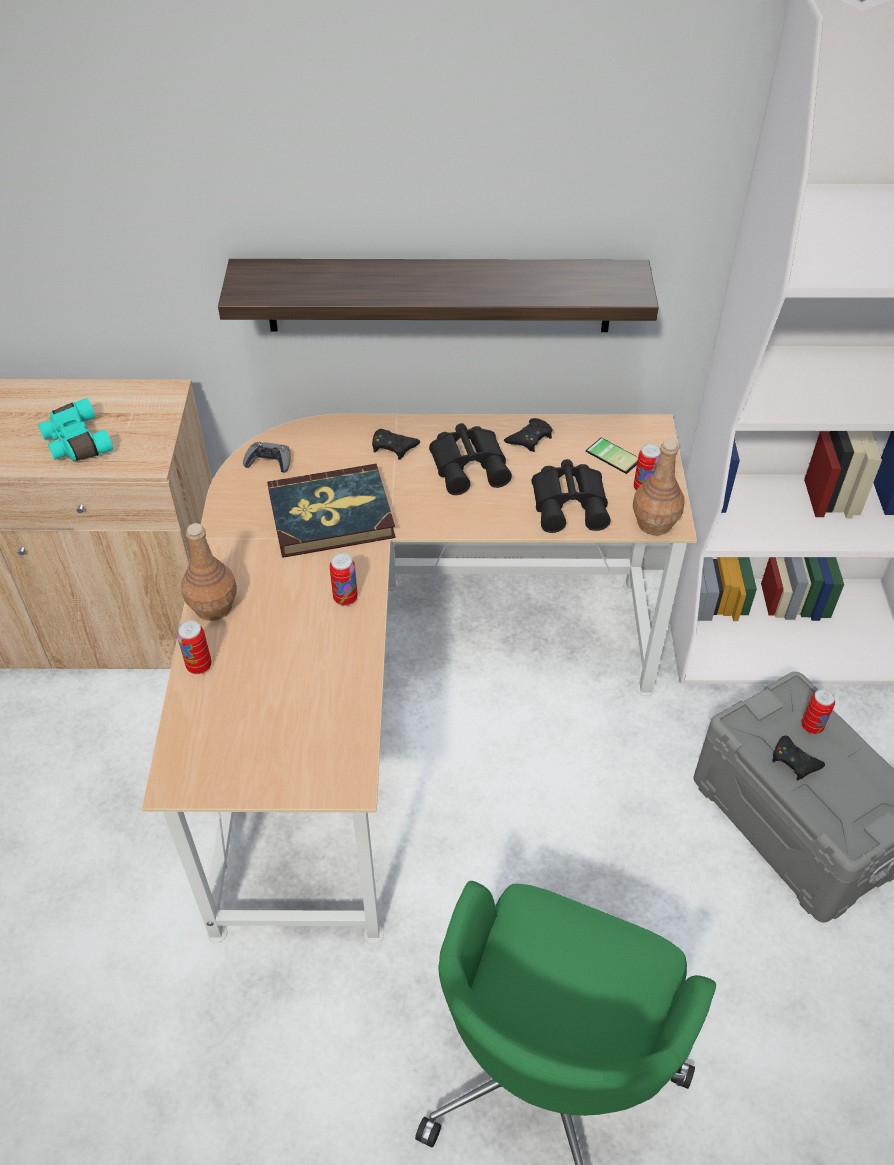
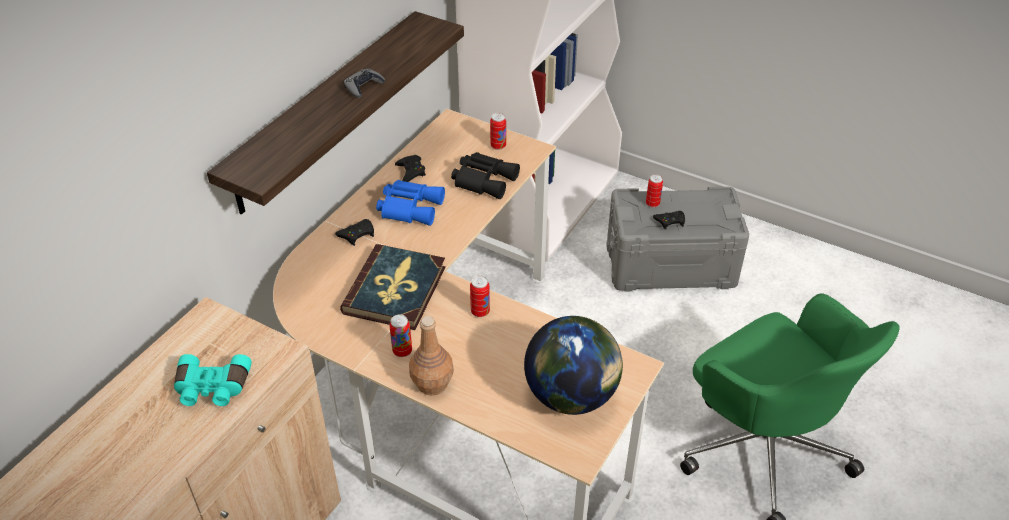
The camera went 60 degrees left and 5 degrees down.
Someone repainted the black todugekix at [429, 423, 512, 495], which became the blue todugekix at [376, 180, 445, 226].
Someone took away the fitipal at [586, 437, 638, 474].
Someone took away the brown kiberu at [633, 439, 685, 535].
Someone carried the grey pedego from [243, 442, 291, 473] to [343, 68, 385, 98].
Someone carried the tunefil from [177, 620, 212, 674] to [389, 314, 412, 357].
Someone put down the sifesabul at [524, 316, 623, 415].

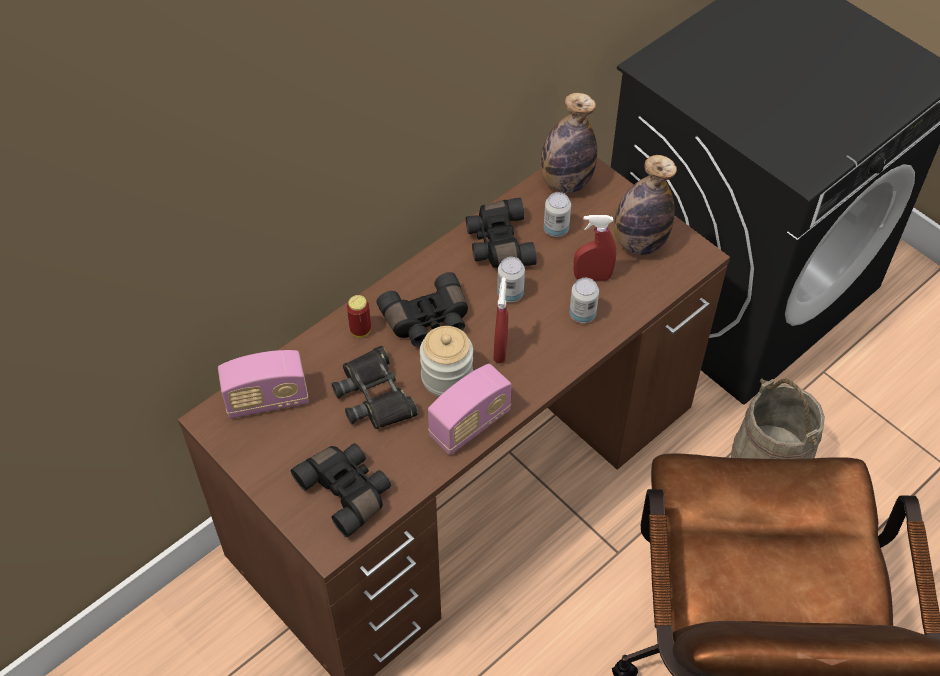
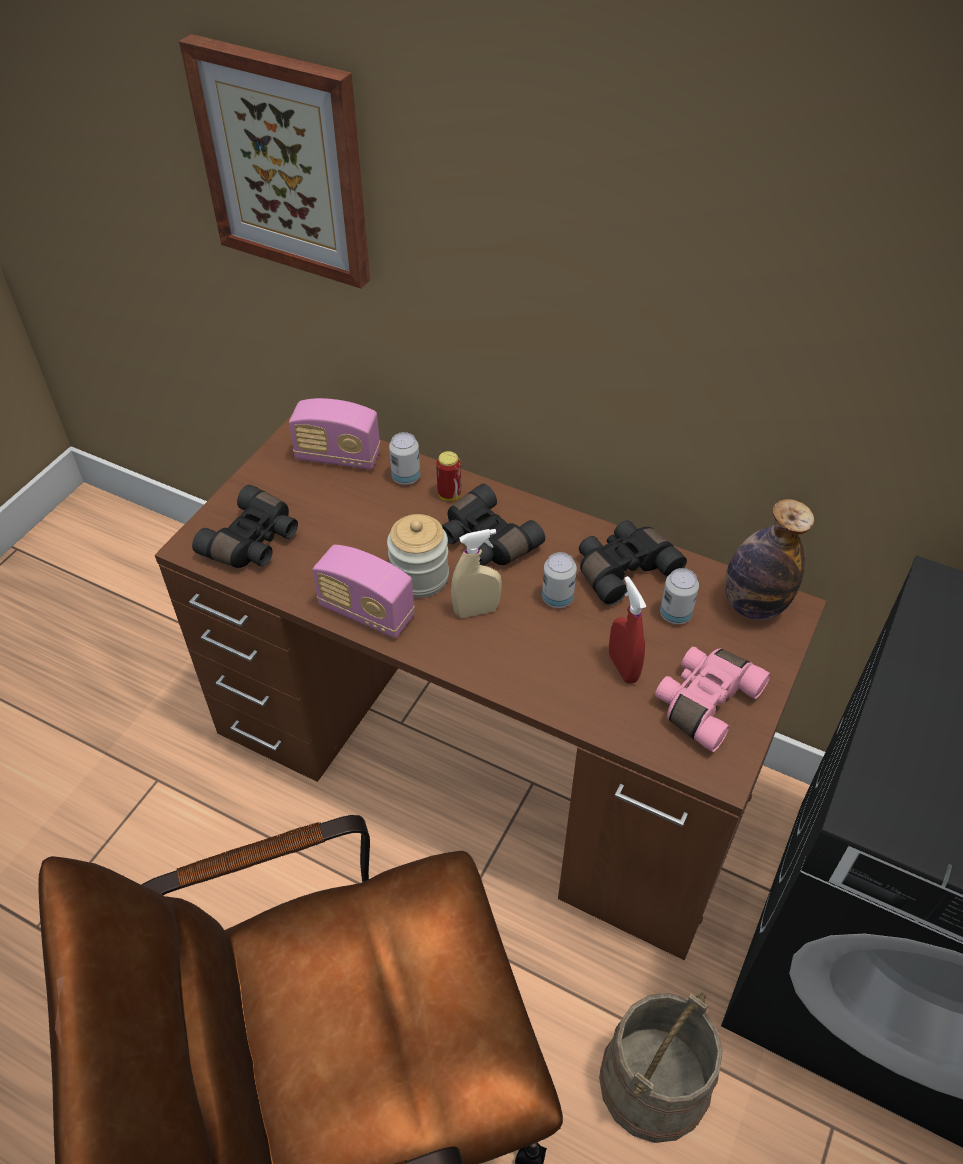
The camera went 70 degrees right and 5 degrees down.
Someone swapped the kiberu at [614, 155, 677, 255] for the pink todugekix at [655, 647, 771, 752].
Someone repainted the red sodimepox at [494, 277, 508, 363], which became the beige sodimepox at [451, 529, 502, 618].
Someone carried the tunefil from [569, 278, 599, 323] to [389, 432, 420, 485].
Someone took away the black todugekix at [332, 346, 418, 429].
Someone rotated the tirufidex at [218, 350, 308, 419] by 45 degrees counterclockwise.
Someone put up the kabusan at [179, 34, 370, 289].

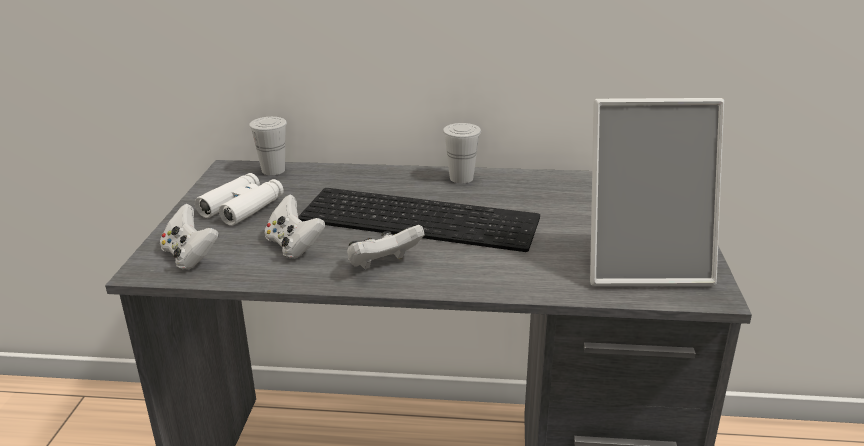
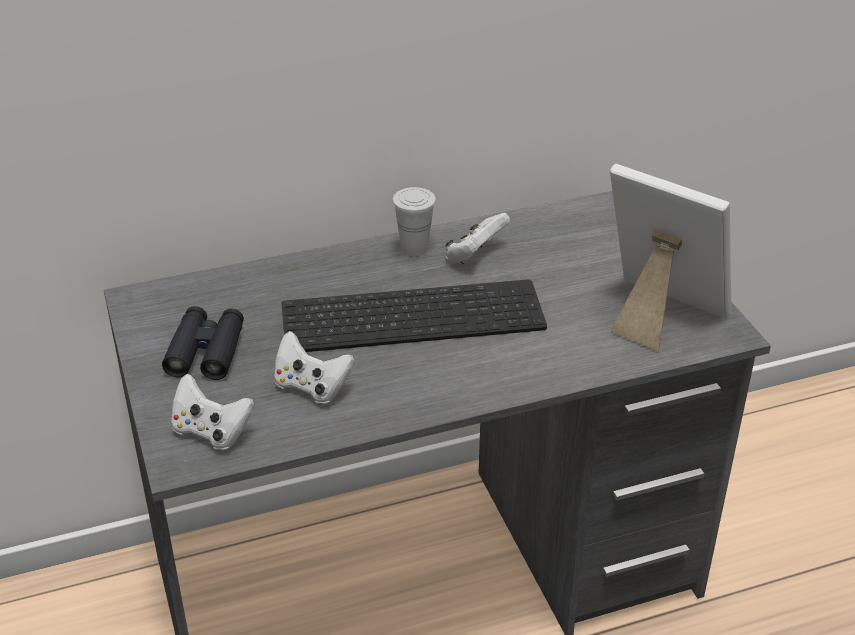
The camera went 25 degrees left and 10 degrees up.
Someone rotated the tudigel at [590, 98, 724, 286] by 120 degrees counterclockwise.
Someone took away the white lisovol at [249, 117, 287, 175].
Someone repainted the white todugekix at [195, 173, 284, 226], which became the black todugekix at [162, 306, 244, 380].
Someone carried the white pedego from [347, 225, 425, 269] to [445, 213, 510, 264].

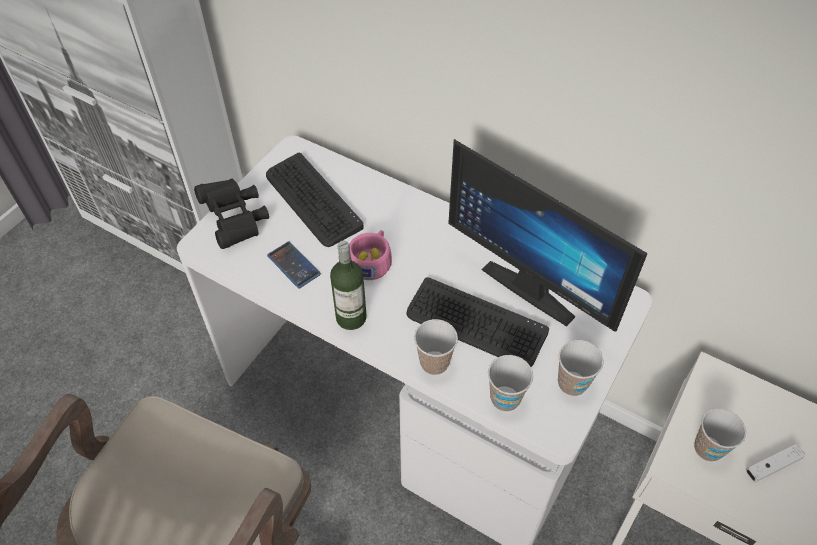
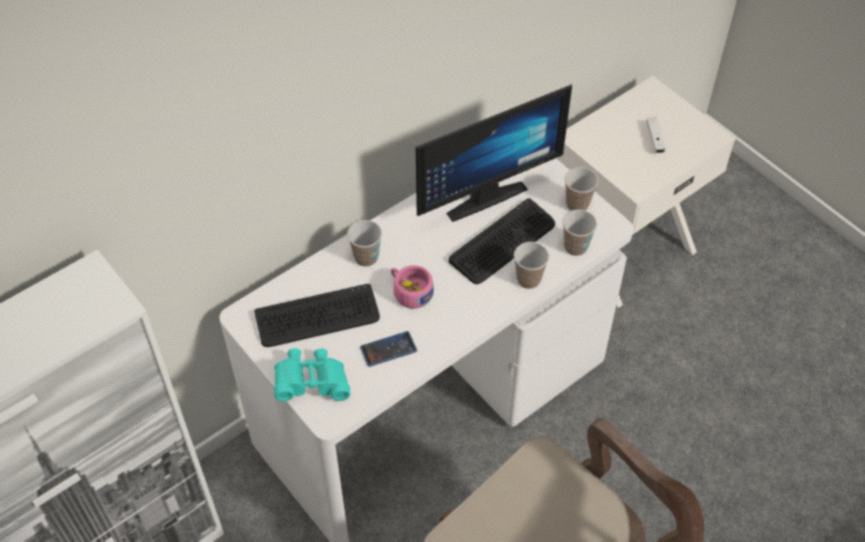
The camera went 70 degrees left and 0 degrees up.
Someone repainted the black todugekix at [194, 179, 269, 249], which became the turquoise todugekix at [274, 348, 350, 402].
Someone took away the kiberu at [330, 241, 367, 330].
Someone carried the lisovol from [694, 408, 746, 462] to [347, 220, 382, 267].

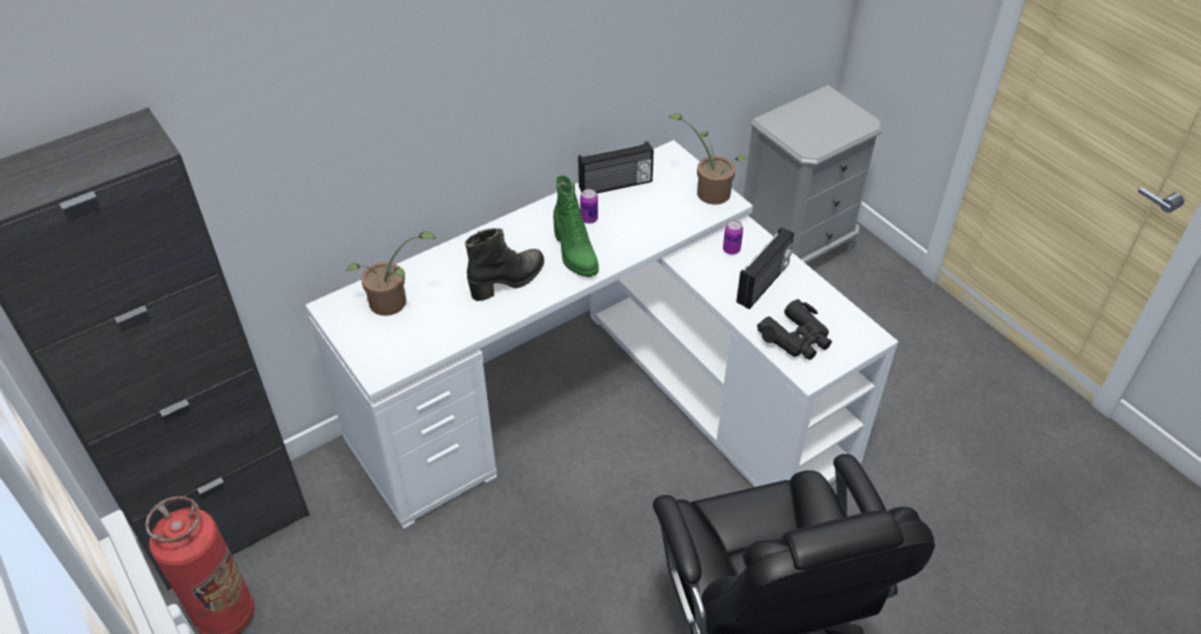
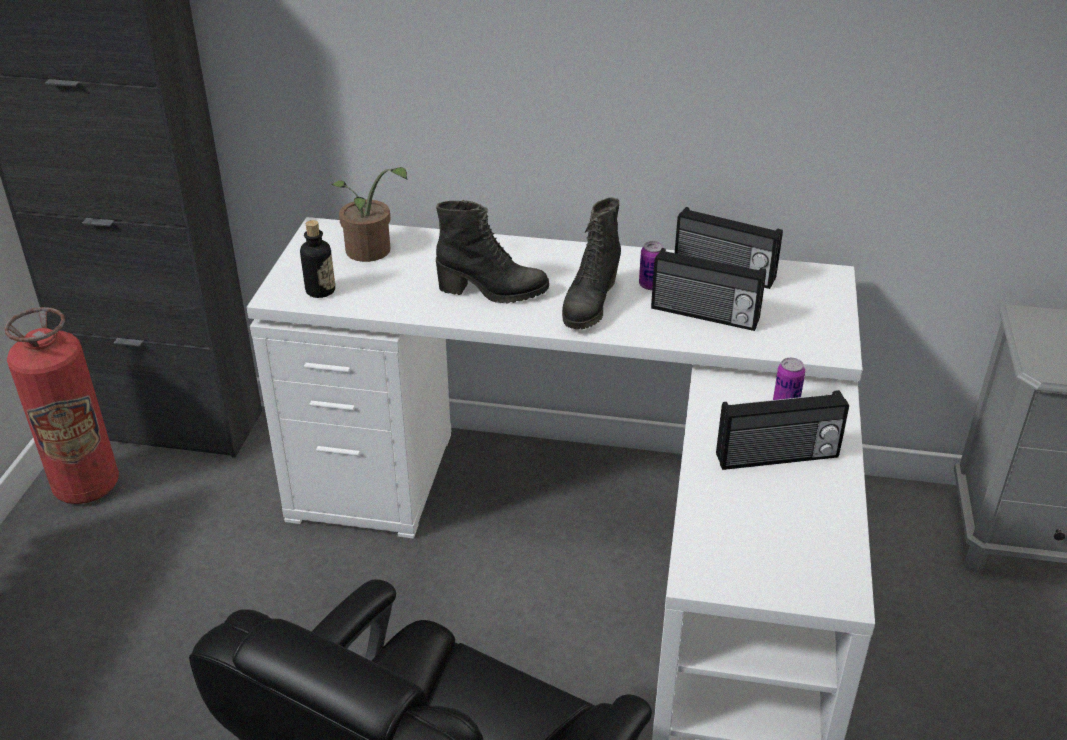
The camera went 45 degrees right and 10 degrees down.
Someone took away the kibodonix at [668, 113, 748, 205].
Someone repainted the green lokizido at [553, 175, 599, 277], which became the black lokizido at [562, 197, 621, 329].
Someone took away the black todugekix at [757, 299, 832, 360].
Someone put down the kiberu at [300, 220, 335, 298].
Someone put down the tirufidex at [651, 248, 766, 331].

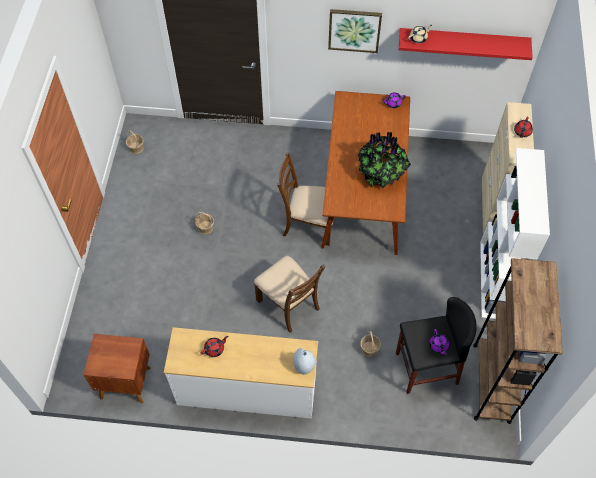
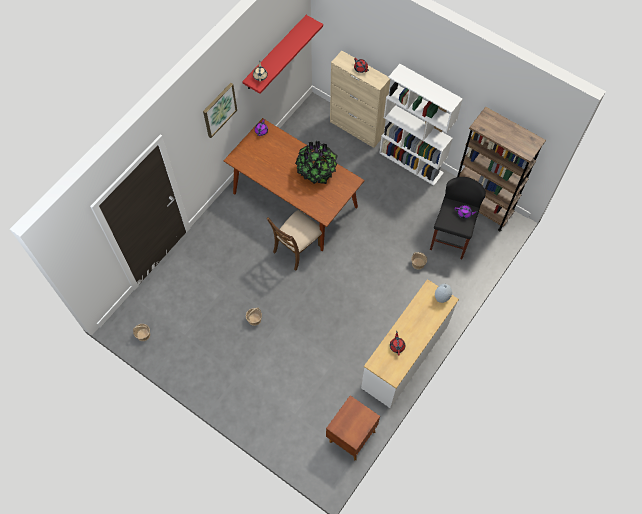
The camera went 60 degrees left and 5 degrees up.
Someone took away the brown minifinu at [254, 256, 325, 333].

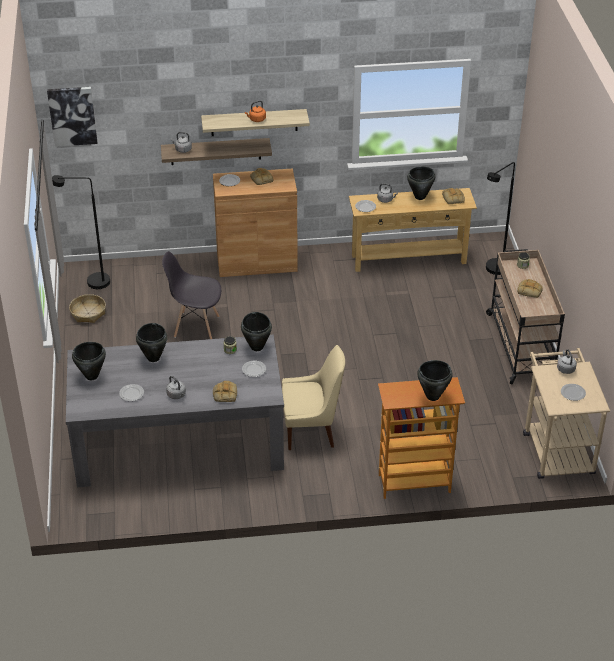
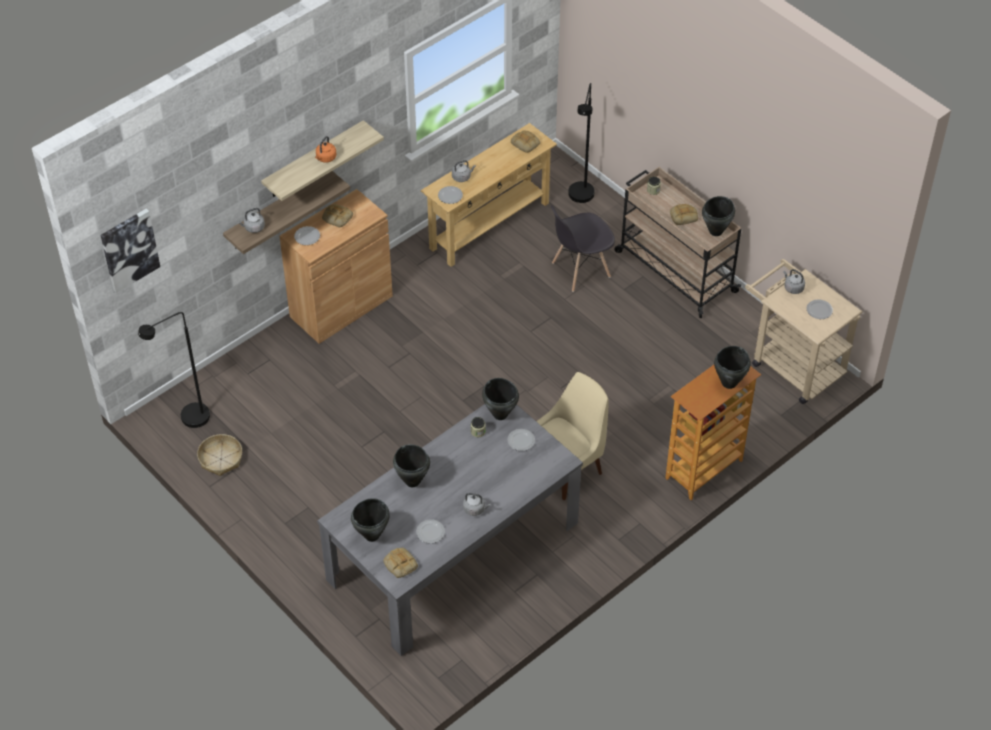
The camera went 35 degrees left and 10 degrees up.
Someone carried the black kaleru from [407, 167, 436, 200] to [702, 196, 735, 236].
Someone carried the grey minifinu from [162, 251, 221, 339] to [551, 205, 615, 292].
Someone carried the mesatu from [213, 381, 237, 402] to [383, 548, 418, 578].

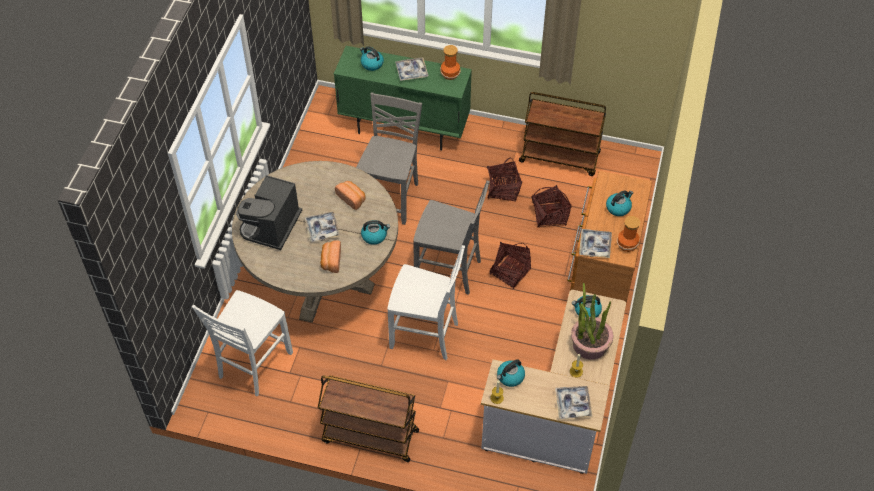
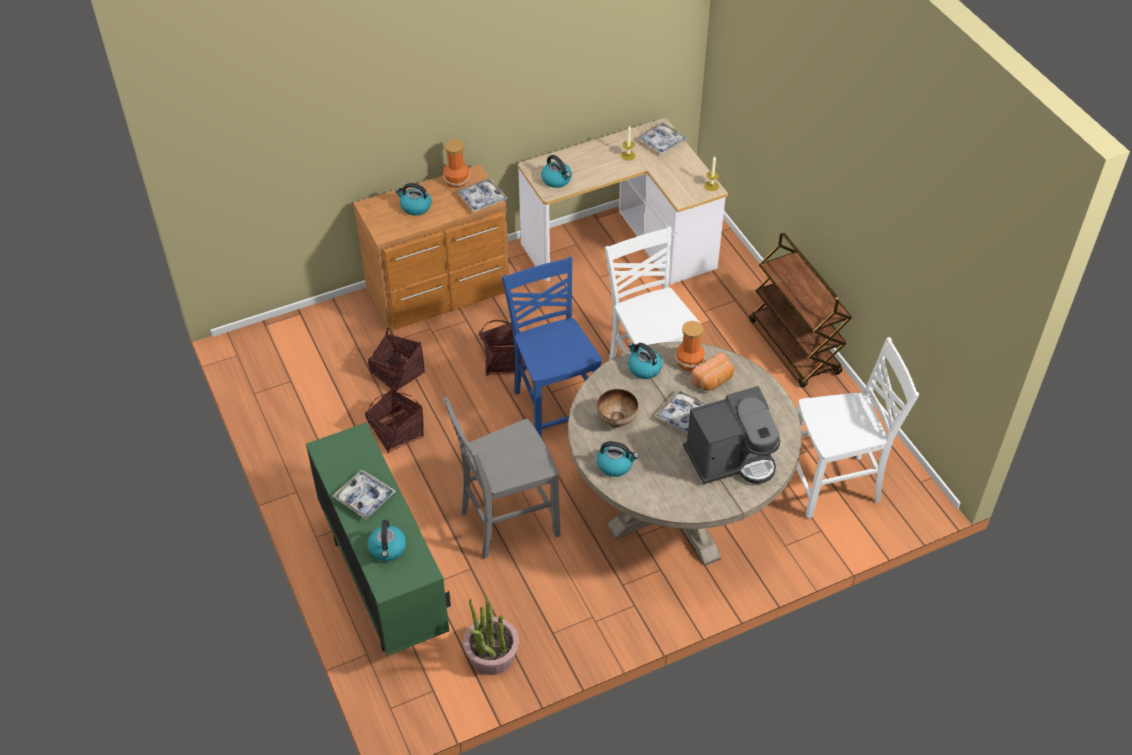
The camera went 130 degrees left and 5 degrees down.
Someone carried the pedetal from [440, 45, 461, 80] to [675, 321, 705, 371].
Someone took away the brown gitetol at [519, 92, 606, 176].
Someone swapped the mesatu at [335, 181, 365, 210] for the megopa at [597, 389, 639, 428].
Someone repainted the grey minifinu at [413, 181, 490, 295], which became the blue minifinu at [502, 257, 602, 438].
Someone carried the kibodonix from [571, 283, 613, 360] to [463, 595, 519, 675].
Someone carried the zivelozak from [497, 359, 525, 387] to [596, 441, 639, 477].

